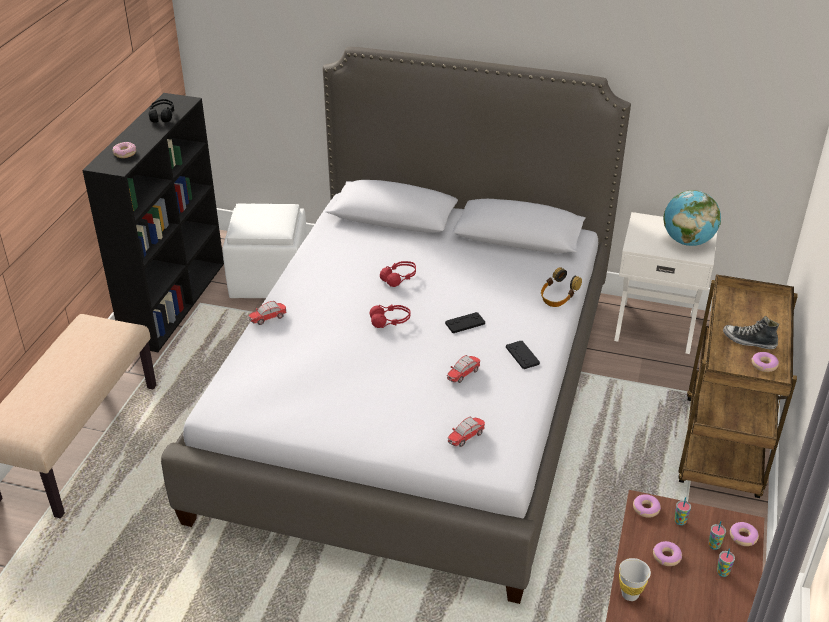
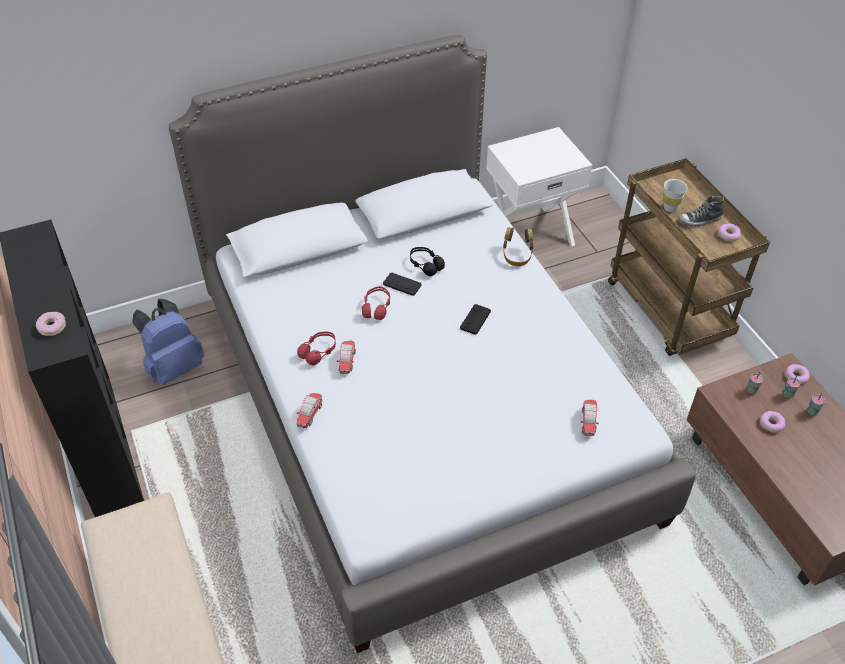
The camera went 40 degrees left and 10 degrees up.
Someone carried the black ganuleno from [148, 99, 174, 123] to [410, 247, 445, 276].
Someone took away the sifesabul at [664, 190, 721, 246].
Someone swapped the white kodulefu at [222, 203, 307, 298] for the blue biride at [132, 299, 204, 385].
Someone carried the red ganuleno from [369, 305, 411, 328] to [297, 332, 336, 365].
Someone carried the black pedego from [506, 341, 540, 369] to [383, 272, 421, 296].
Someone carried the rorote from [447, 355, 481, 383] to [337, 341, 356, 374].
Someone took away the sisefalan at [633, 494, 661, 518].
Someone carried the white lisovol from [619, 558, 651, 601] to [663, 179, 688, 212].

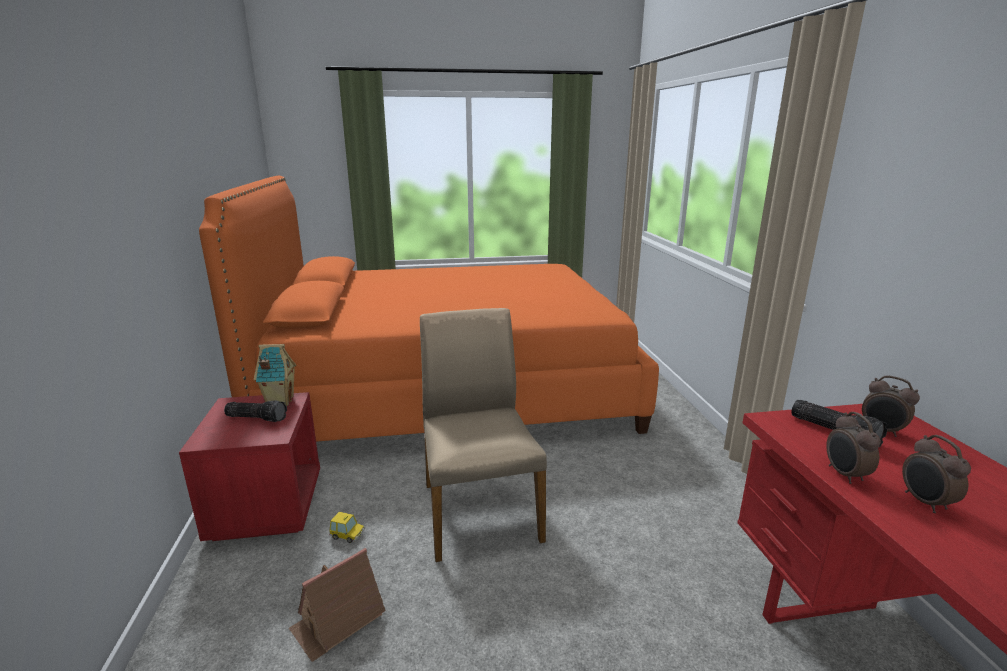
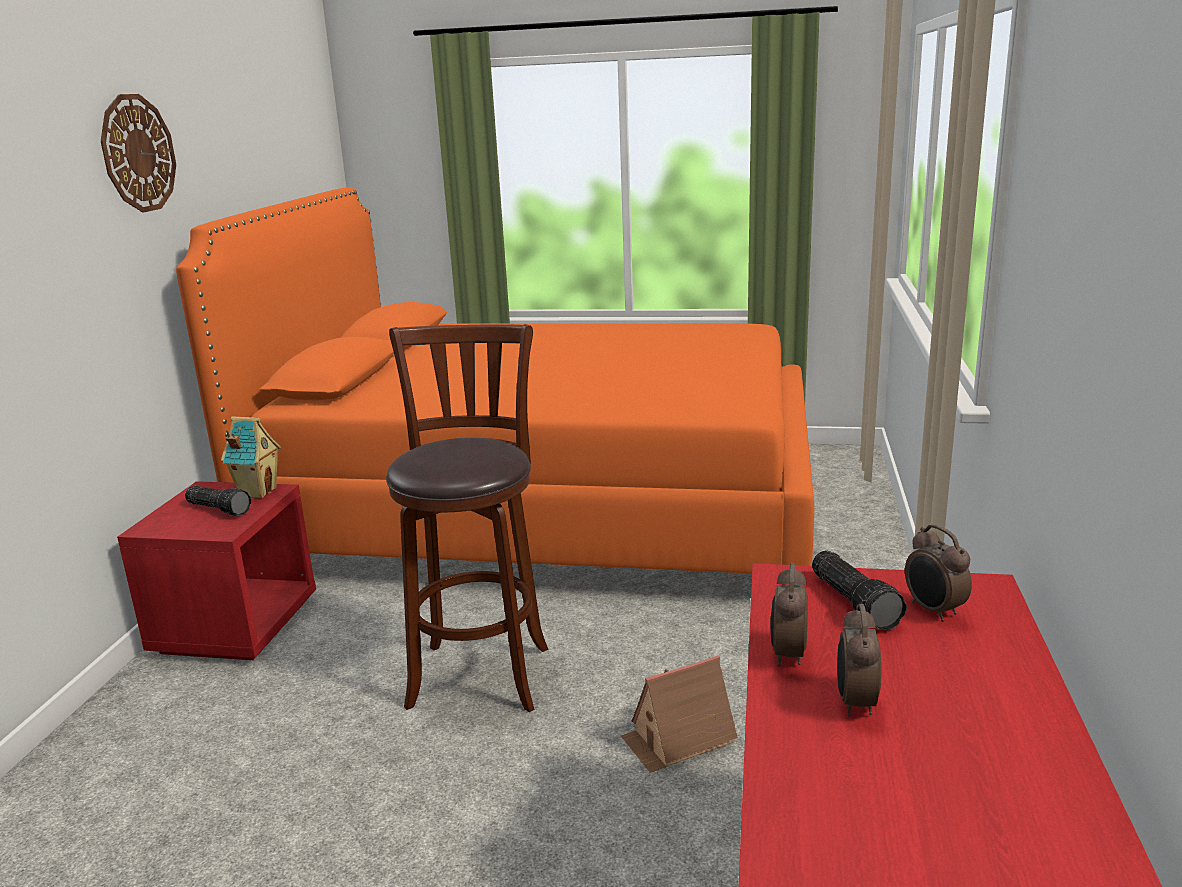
The camera went 20 degrees right and 0 degrees up.
Someone swapped the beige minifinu at [420, 308, 547, 562] for the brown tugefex at [386, 324, 548, 712].
Someone took away the rorote at [329, 512, 365, 543].
Someone carried the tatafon from [289, 548, 386, 662] to [621, 655, 738, 773].
Someone put up the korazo at [101, 94, 176, 213].

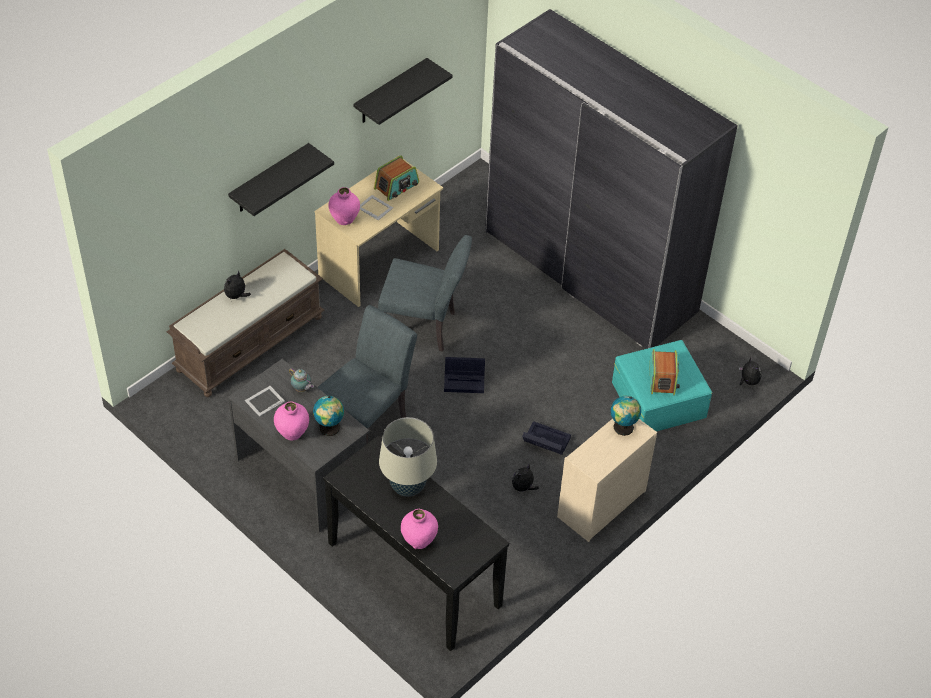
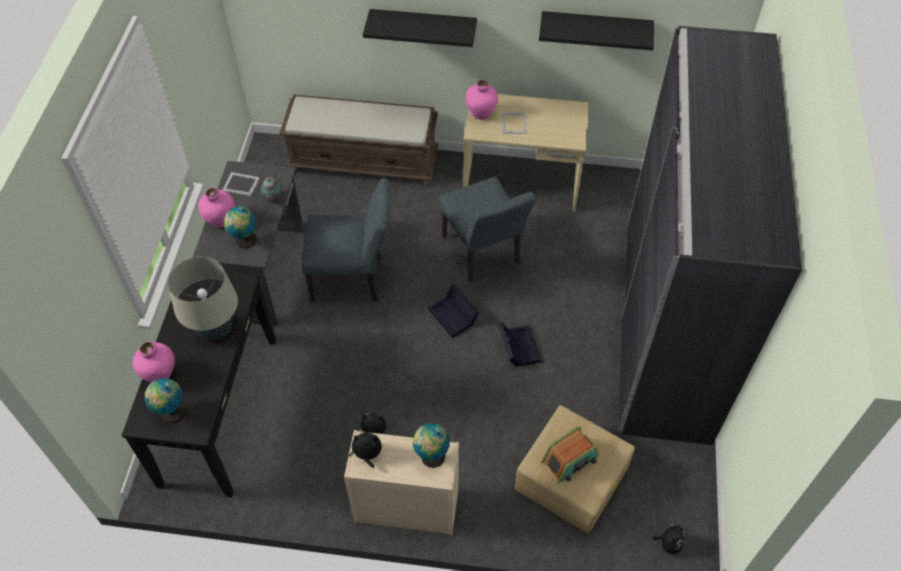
The camera went 55 degrees right and 5 degrees up.
Someone took away the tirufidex at [374, 155, 419, 201].
Someone carried the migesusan from [224, 271, 251, 302] to [349, 432, 382, 468].
Someone repainted the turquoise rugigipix at [612, 340, 712, 432], which became the beige rugigipix at [515, 405, 635, 533].
Someone carried the black rugigipix from [522, 421, 571, 455] to [498, 322, 541, 367].
Someone put down the sifesabul at [145, 378, 185, 423].

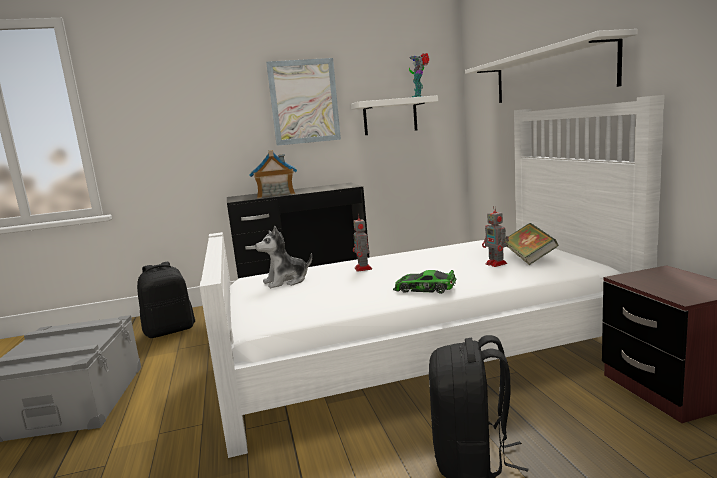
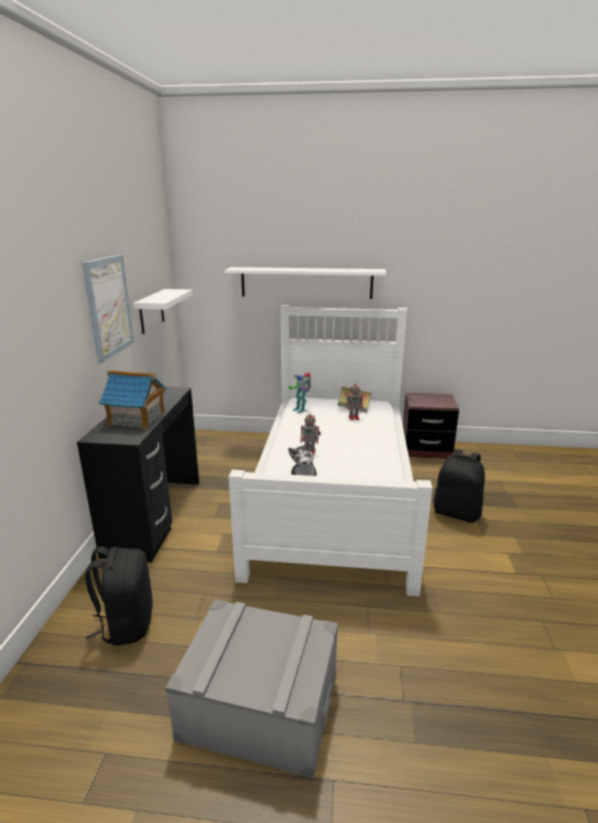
The camera went 70 degrees left and 10 degrees up.
Someone carried the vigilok from [409, 53, 429, 97] to [289, 373, 312, 413].
Someone took away the rorote at [393, 270, 456, 294].

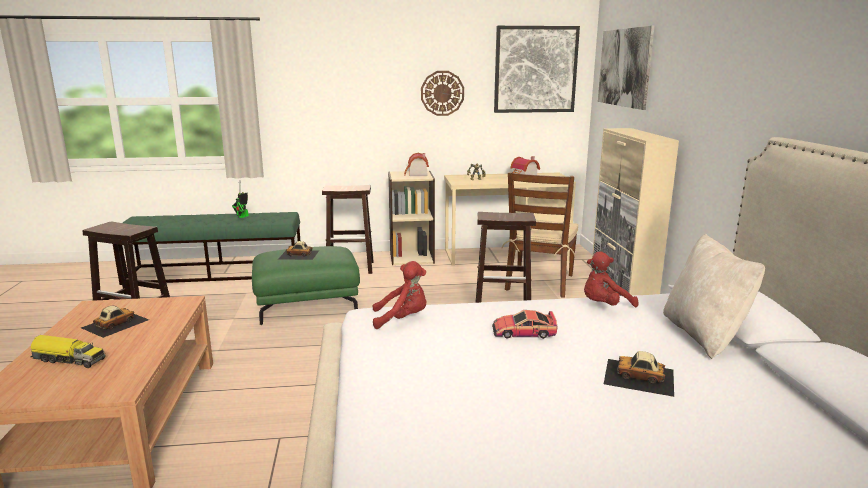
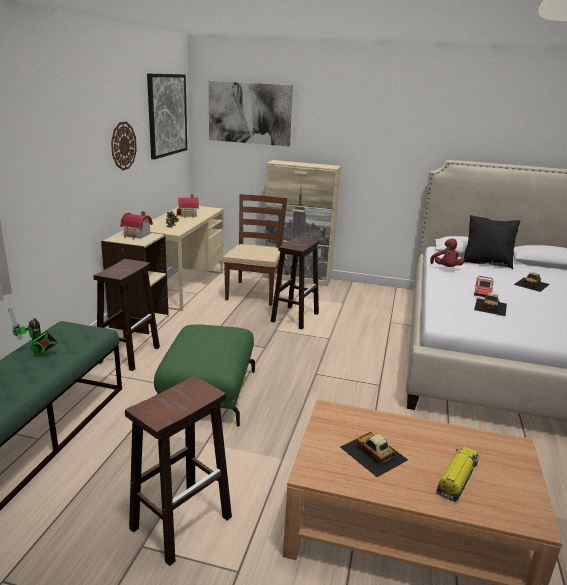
The camera went 70 degrees left and 5 degrees up.
Someone rotated the brown minifinu at [501, 172, 579, 297] by 120 degrees counterclockwise.
Someone repainted the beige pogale at [663, 234, 765, 359], which became the black pogale at [464, 215, 520, 269].
Someone carried the rorote from [278, 241, 319, 260] to [474, 293, 507, 316].
Someone took away the red migesusan at [372, 261, 427, 329].

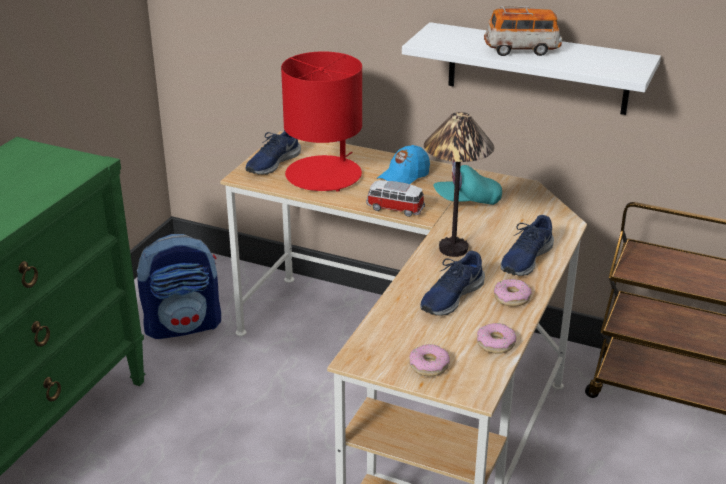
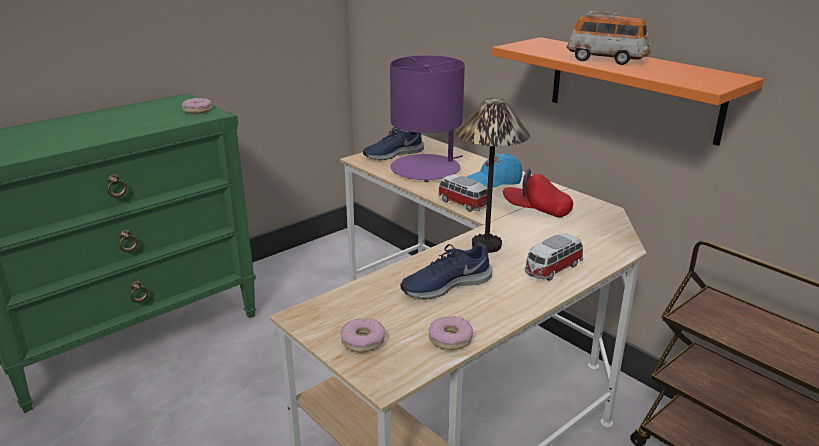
The camera went 25 degrees right and 5 degrees down.
Someone repainted the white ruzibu at [402, 22, 661, 115], which became the orange ruzibu at [492, 37, 764, 146].
Someone repainted the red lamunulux at [281, 51, 362, 192], which became the purple lamunulux at [390, 55, 465, 182].
Someone repainted the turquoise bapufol at [433, 161, 502, 205], which became the red bapufol at [503, 168, 573, 218].
Someone swapped the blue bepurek at [501, 215, 554, 276] for the rorote at [525, 233, 583, 281].
Someone took away the biride at [137, 234, 221, 339].
Someone carried the sisefalan from [494, 279, 532, 307] to [182, 98, 212, 114].

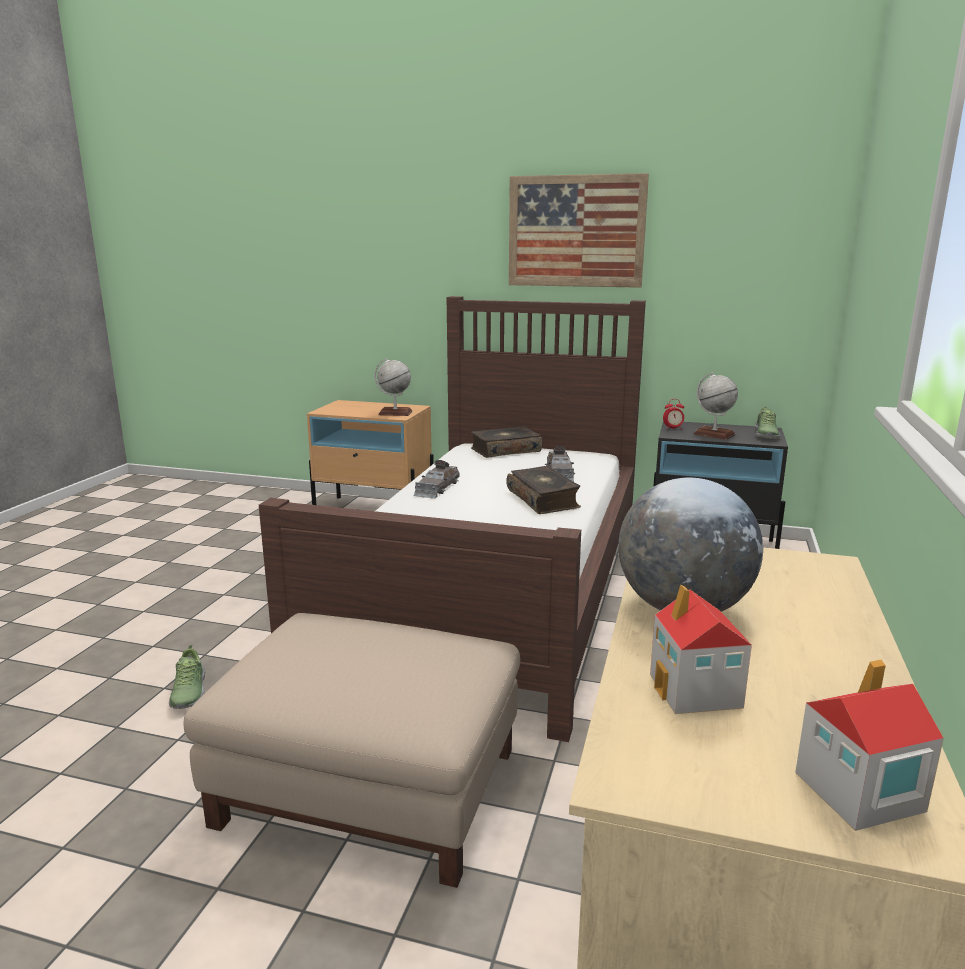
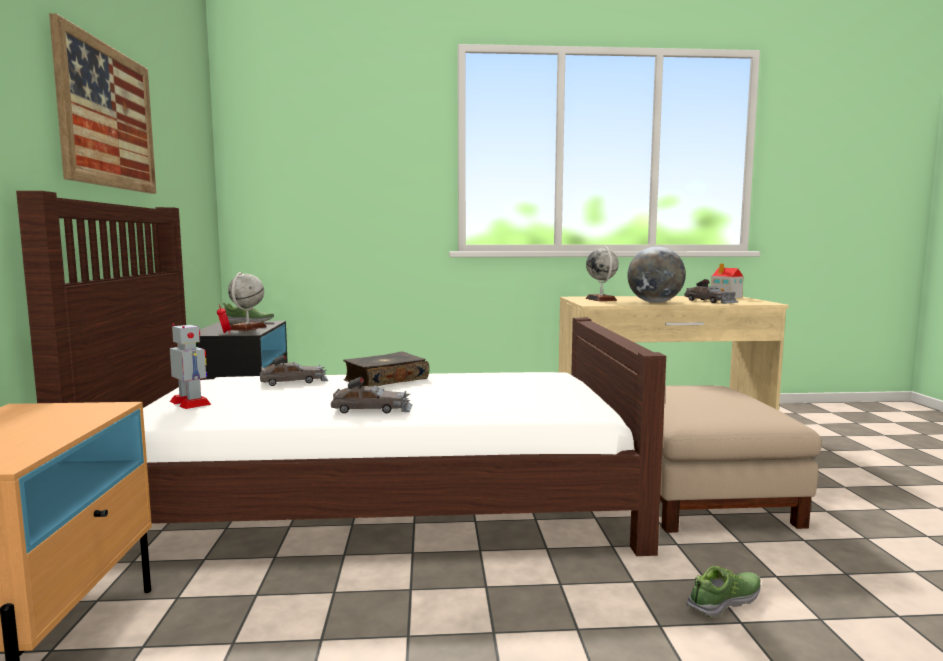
The camera went 110 degrees left and 10 degrees down.
Someone carried the sifesabul from [374, 358, 412, 416] to [586, 246, 619, 301].
Someone swapped the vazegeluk at [471, 426, 542, 458] for the vigilok at [170, 324, 211, 409].
Someone swapped the tatafon at [650, 584, 752, 714] for the grey rorote at [685, 279, 738, 304].

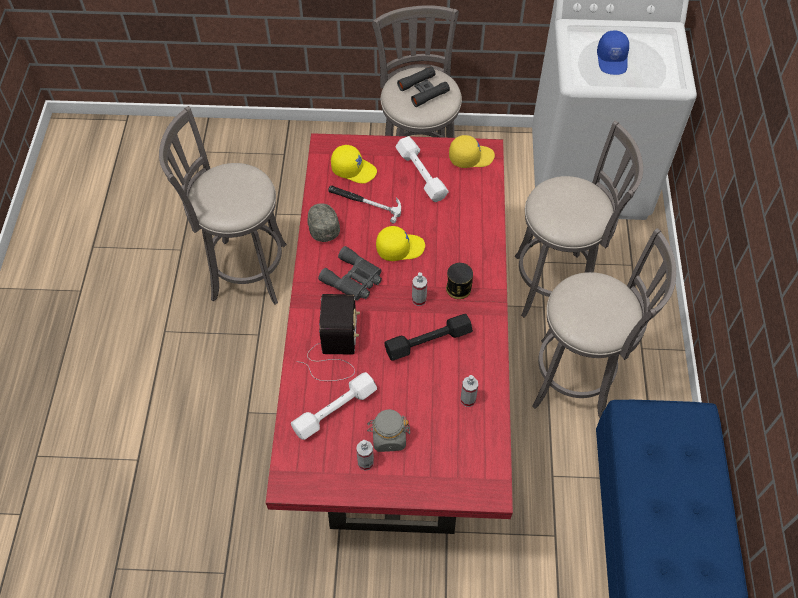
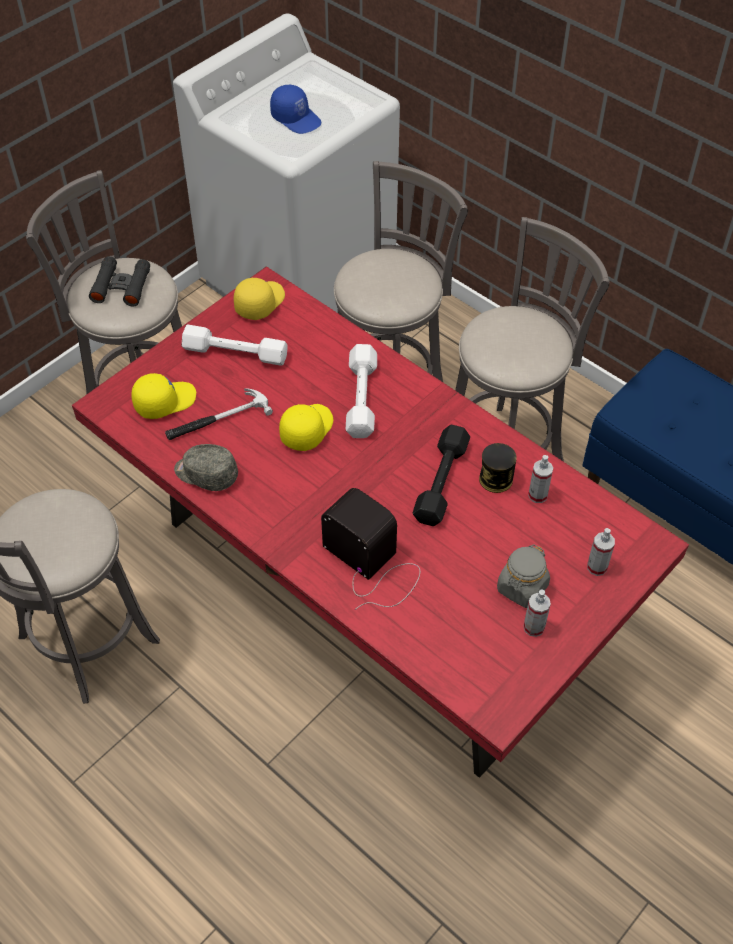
The camera went 50 degrees left and 5 degrees down.
Someone took away the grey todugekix at [318, 246, 382, 301].
Someone carried the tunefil from [446, 263, 473, 299] to [479, 443, 516, 493].
Someone carried the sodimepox from [412, 272, 427, 306] to [587, 528, 615, 576].
Someone carried the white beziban from [291, 372, 377, 440] to [346, 344, 377, 438].

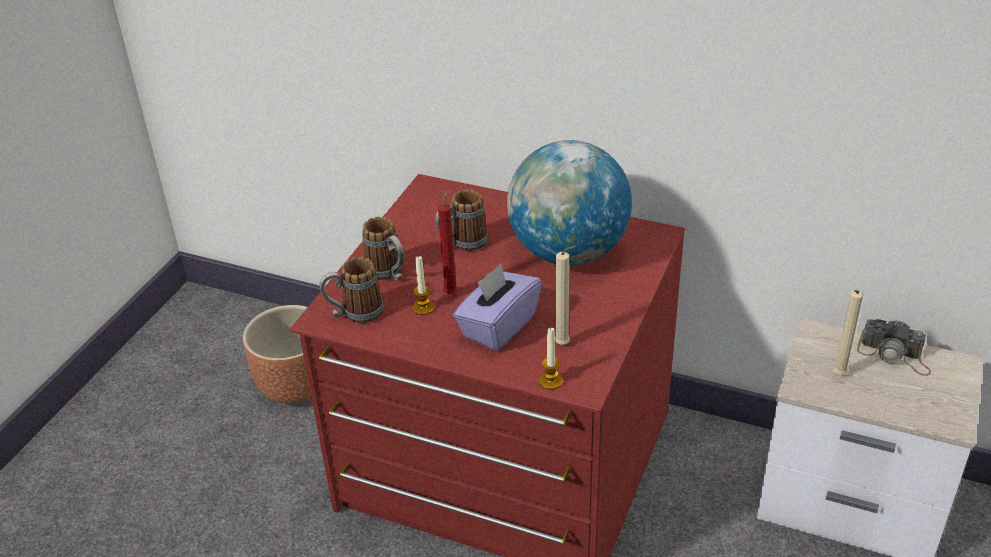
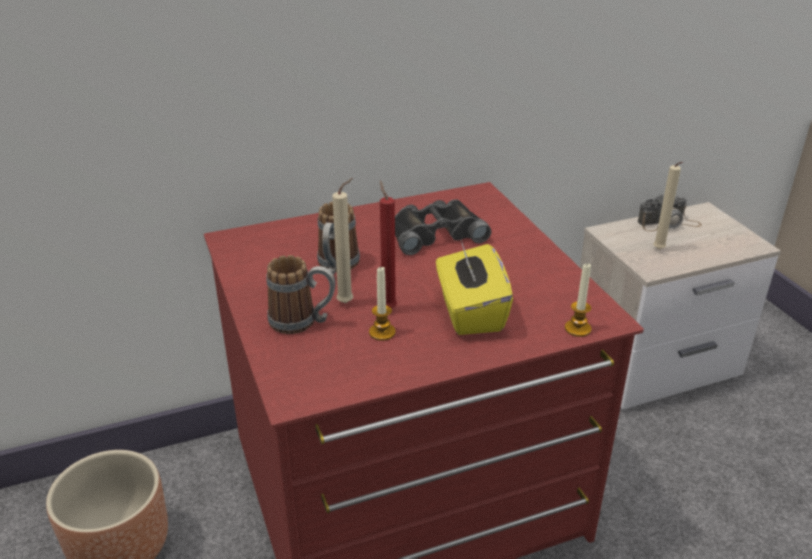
The camera went 45 degrees left and 5 degrees down.
Someone swapped the sifesabul at [507, 140, 632, 265] for the black todugekix at [395, 199, 491, 255].
Someone carried the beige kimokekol from [555, 246, 577, 344] to [332, 178, 353, 303].
Someone took away the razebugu at [319, 257, 384, 323].
Someone repainted the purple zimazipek at [453, 264, 542, 351], which became the yellow zimazipek at [436, 240, 513, 335].

